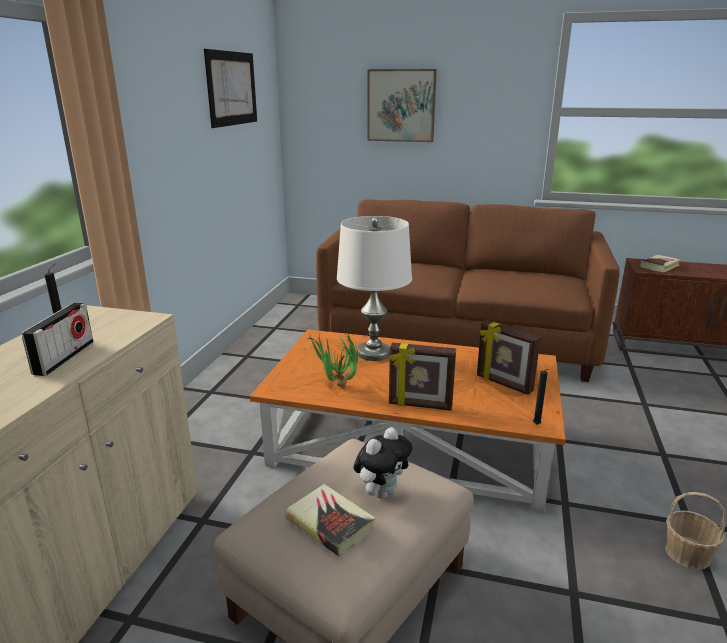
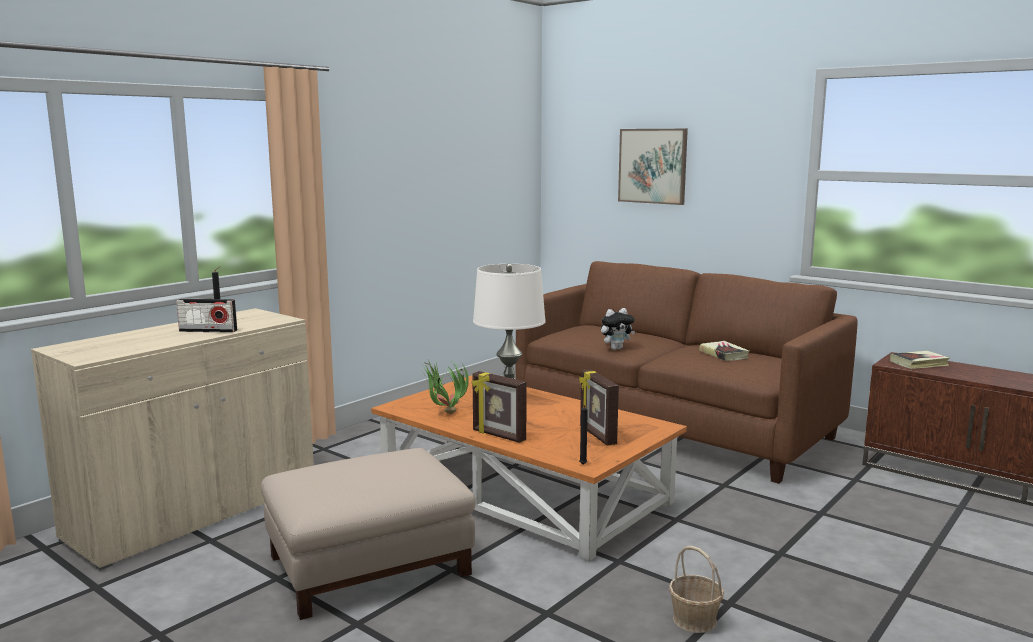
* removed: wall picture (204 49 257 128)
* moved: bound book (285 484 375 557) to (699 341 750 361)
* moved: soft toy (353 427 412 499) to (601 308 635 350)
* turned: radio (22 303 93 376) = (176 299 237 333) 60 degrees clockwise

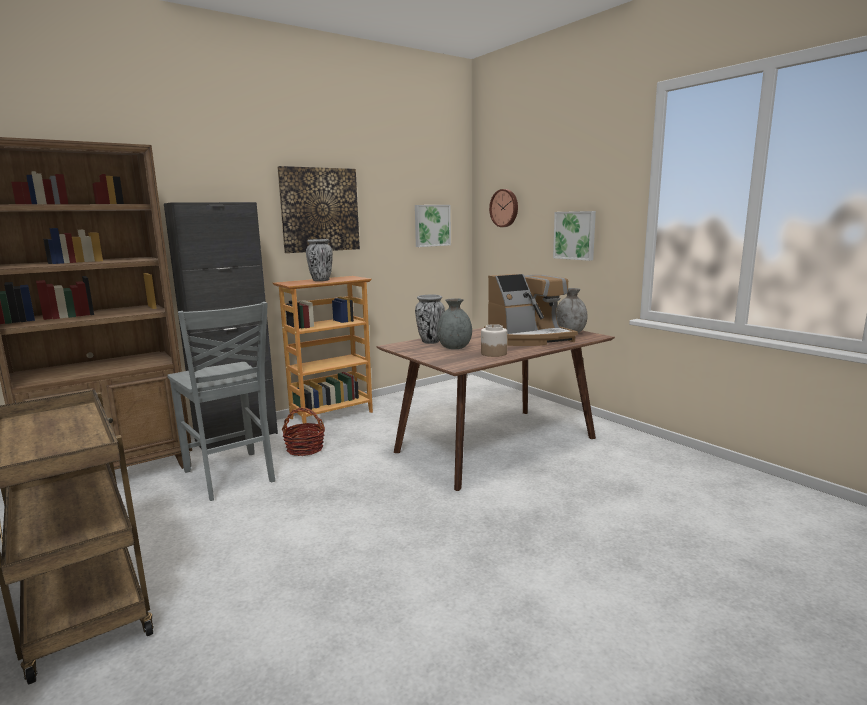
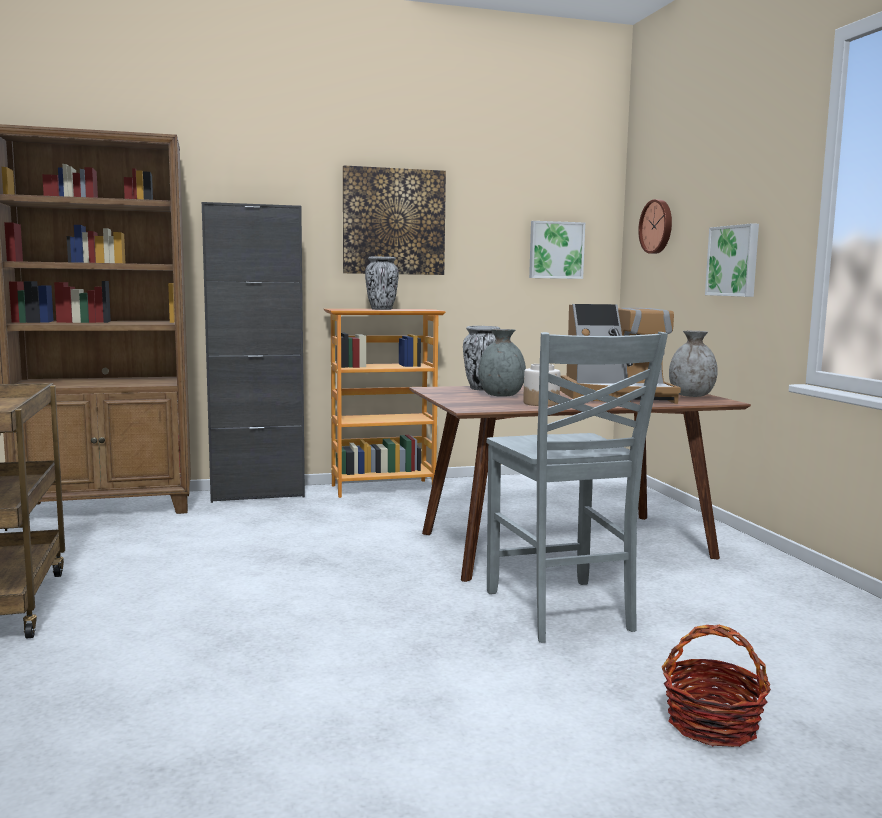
* moved: greyish upright chair (167 302 275 501) to (487 332 668 643)
* moved: household basket (282 407 325 456) to (662 625 771 747)

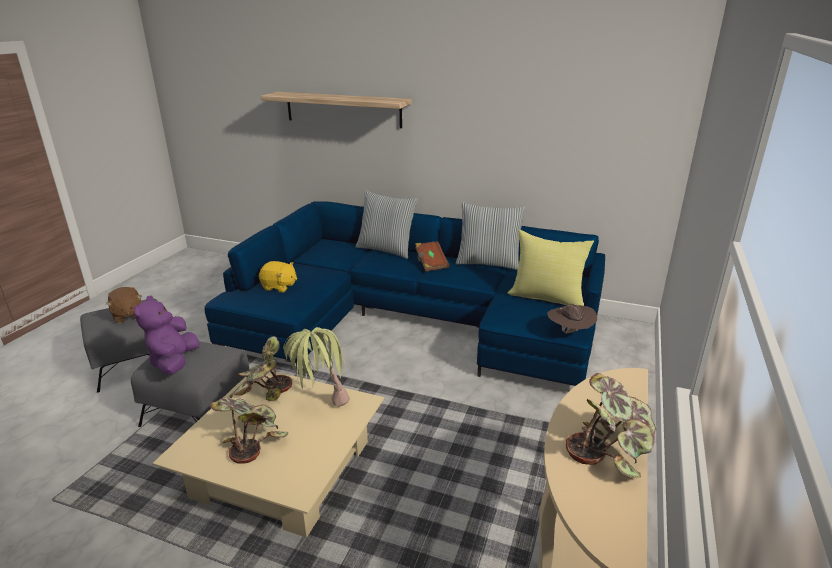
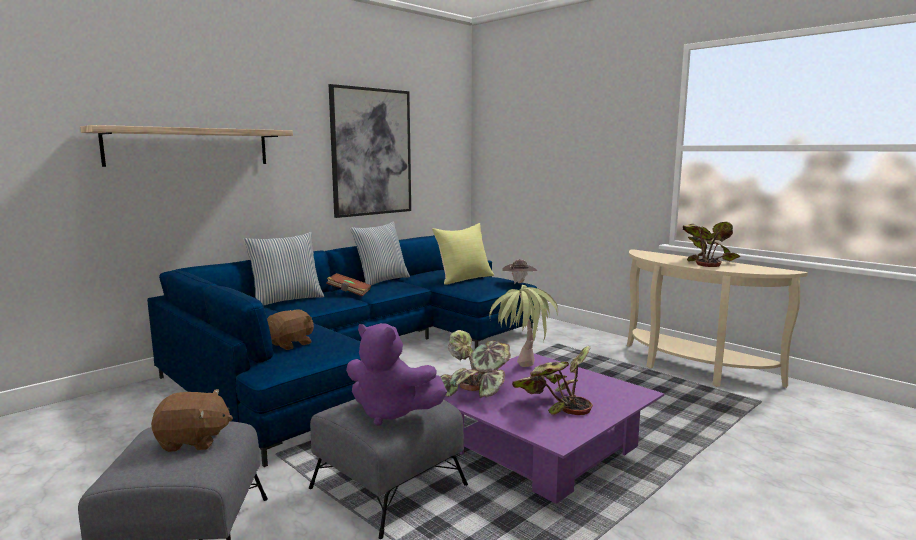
* added: wall picture (328 84 411 218)
* recoloured: beige-coloured lounge table (153 371 384 538) to purplish lounge table (444 353 664 504)
* recoloured: yellowish soft toy (259 261 297 293) to brown-coloured soft toy (267 310 314 350)

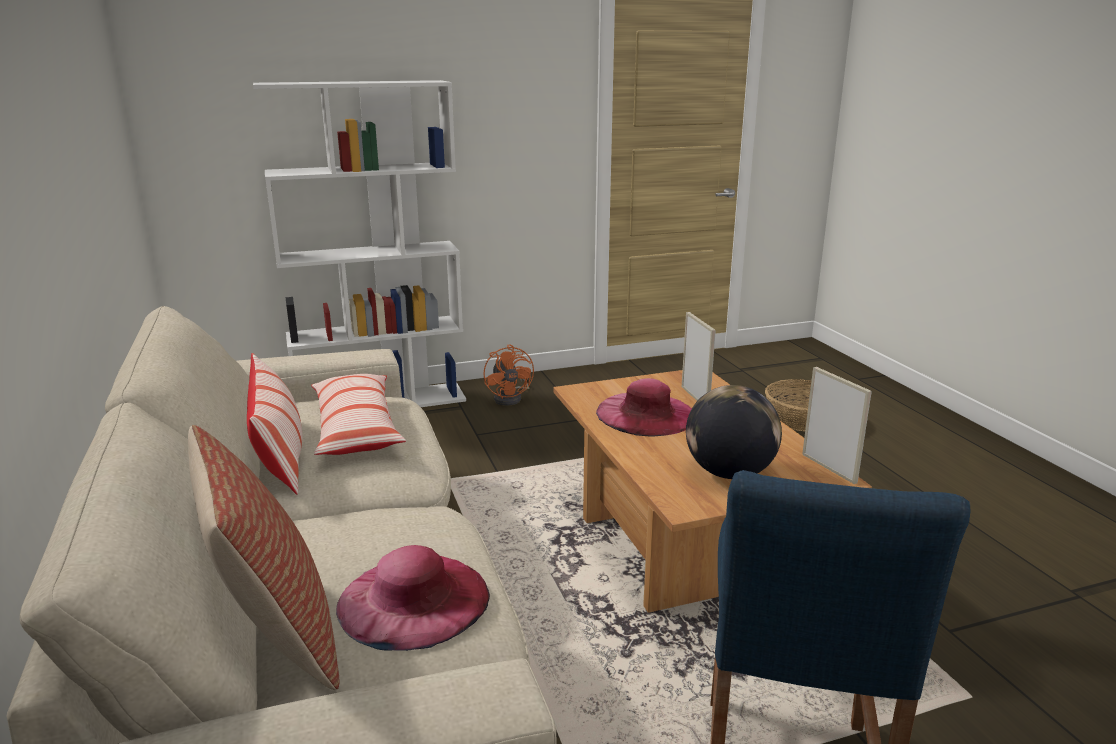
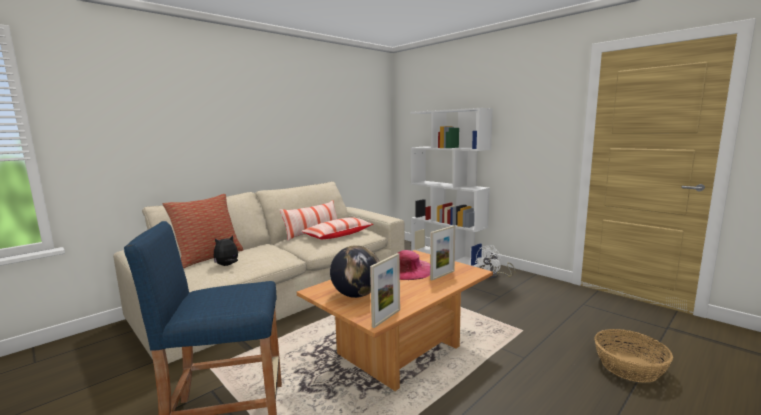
* replaced: pinkish hat (336 545 490 651) to soft toy (214 235 238 266)
* recoloured: orange cooling fan (483 344 534 406) to white-coloured cooling fan (475 245 515 279)

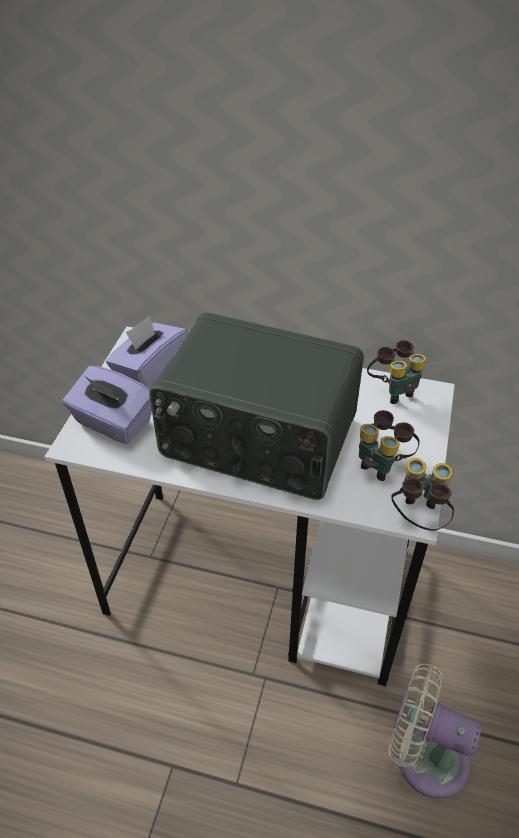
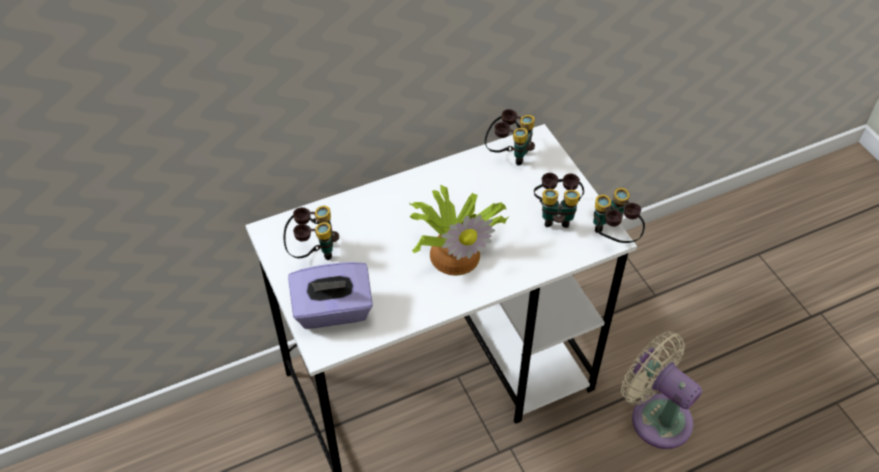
* replaced: purplish tissue holder (106 315 188 389) to binoculars (283 206 339 260)
* replaced: radio (149 312 364 500) to houseplant (409 185 509 276)
* turned: beige-coloured cooling fan (388 663 481 799) = (621 332 702 449) 60 degrees clockwise

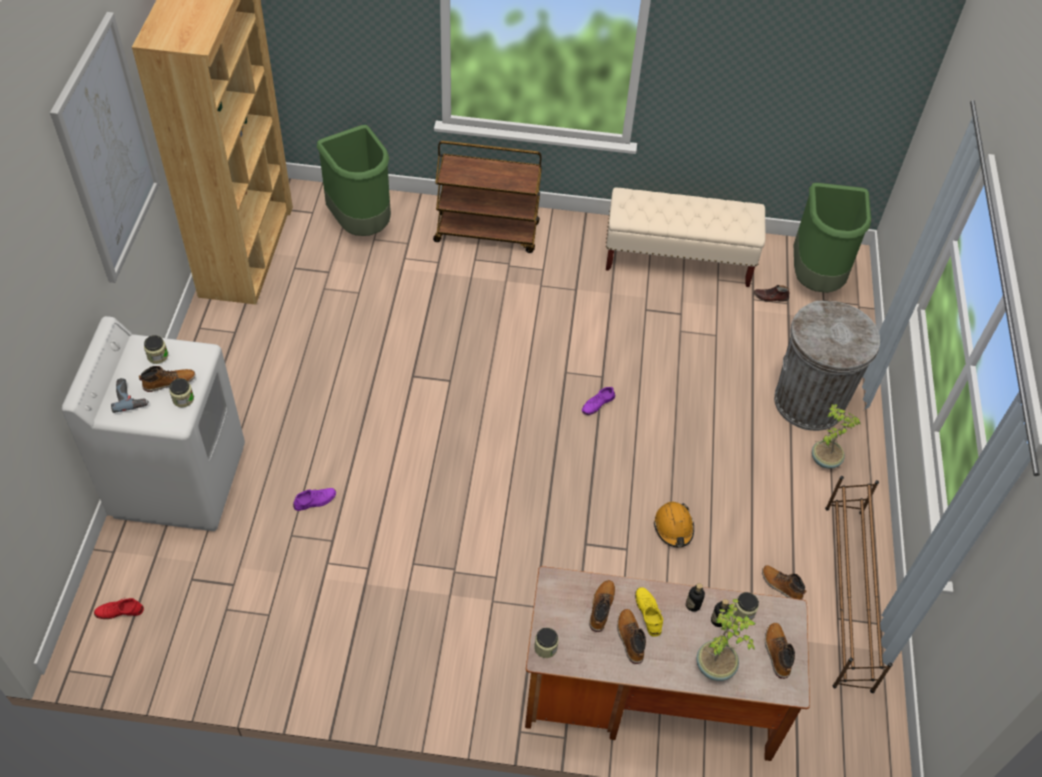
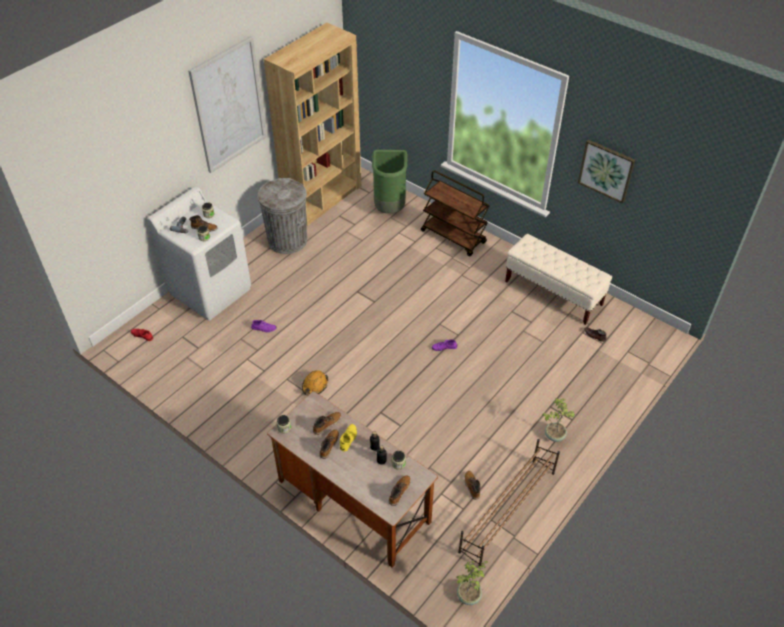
* removed: green-coloured trash can (794 183 871 293)
* added: wall picture (578 140 635 204)
* moved: orange hard hat (654 502 694 547) to (302 370 328 395)
* moved: houseplant (697 599 756 681) to (457 561 488 605)
* moved: greyish trash can (774 301 880 431) to (257 178 307 254)

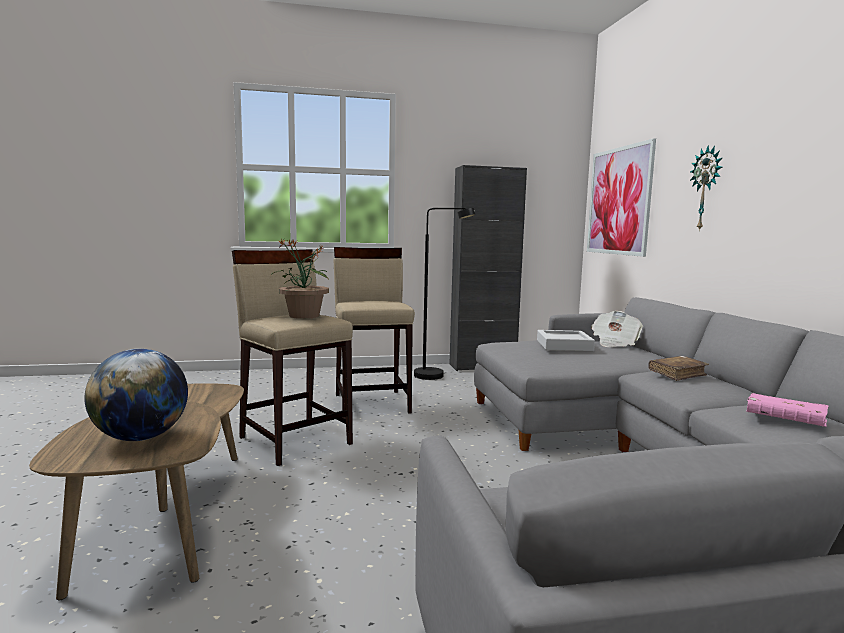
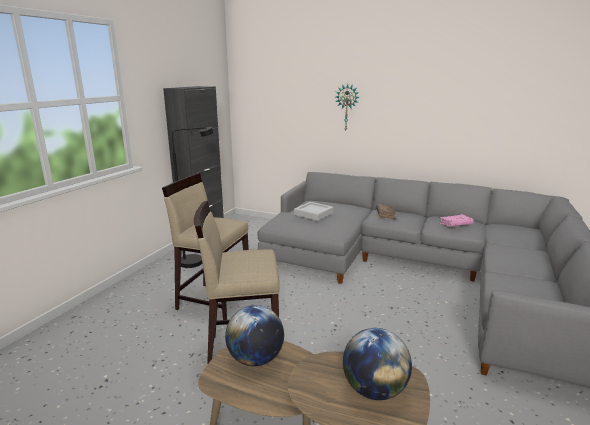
* removed: houseplant (271 238 329 319)
* removed: wall picture (587 138 656 257)
* removed: daily paper (591 311 643 347)
* added: world globe (225 305 284 366)

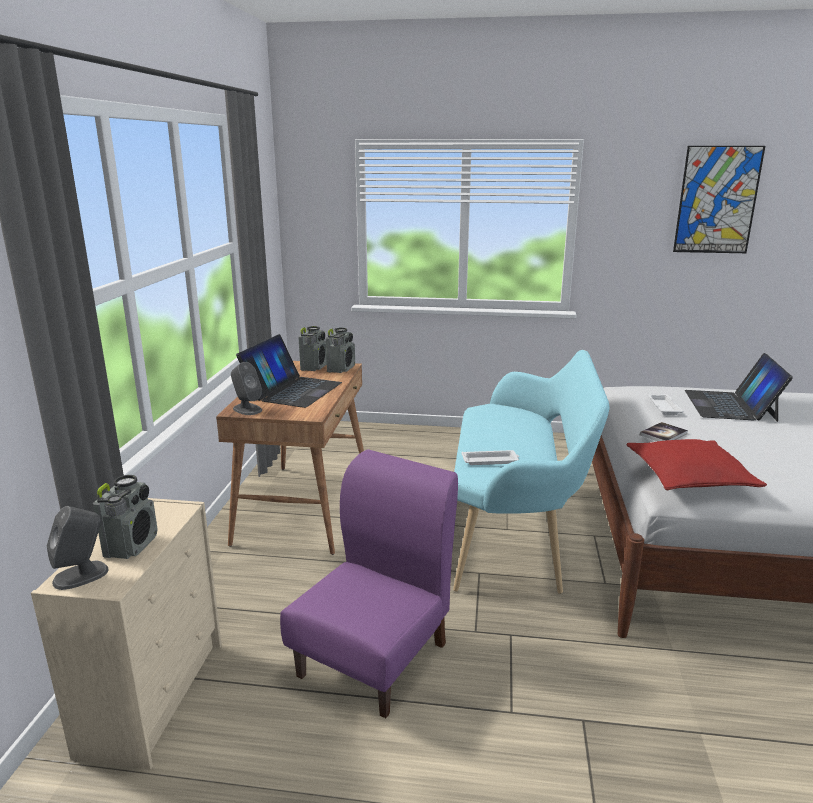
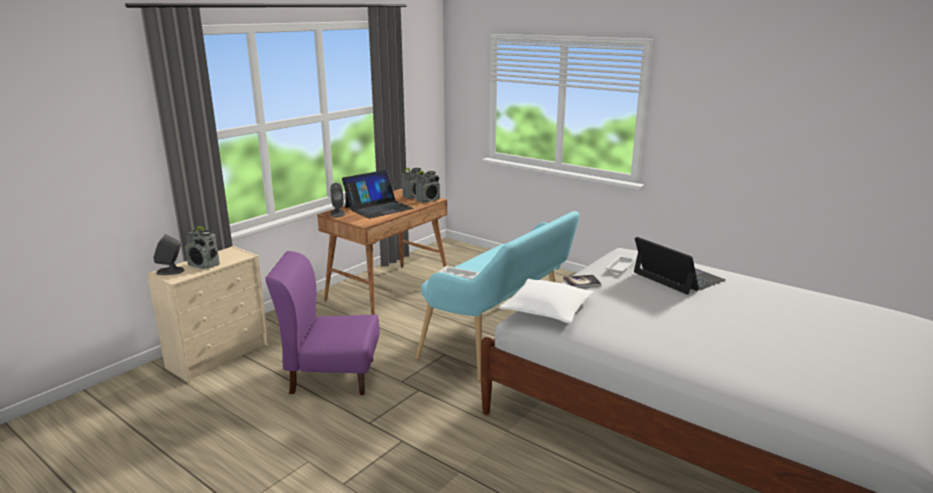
* removed: wall picture (673 146 765 253)
* recoloured: red cushion (626 439 767 490) to white-coloured cushion (499 279 594 323)
* turned: radio (93 475 158 559) = (185 226 220 269) 75 degrees clockwise
* turned: purplish upright chair (280 449 458 718) = (265 251 380 395) 150 degrees counterclockwise
* turned: notebook computer (685 353 793 422) = (634 237 725 295) 105 degrees clockwise

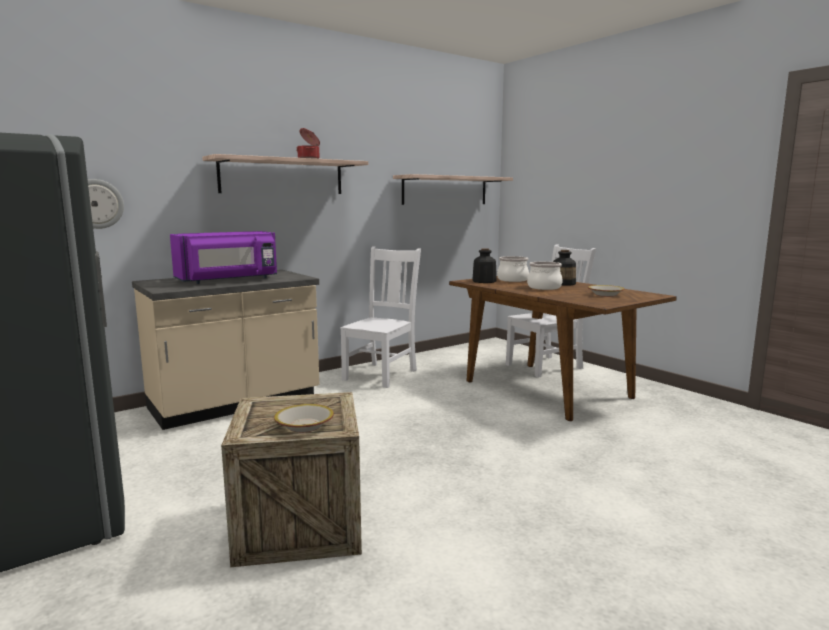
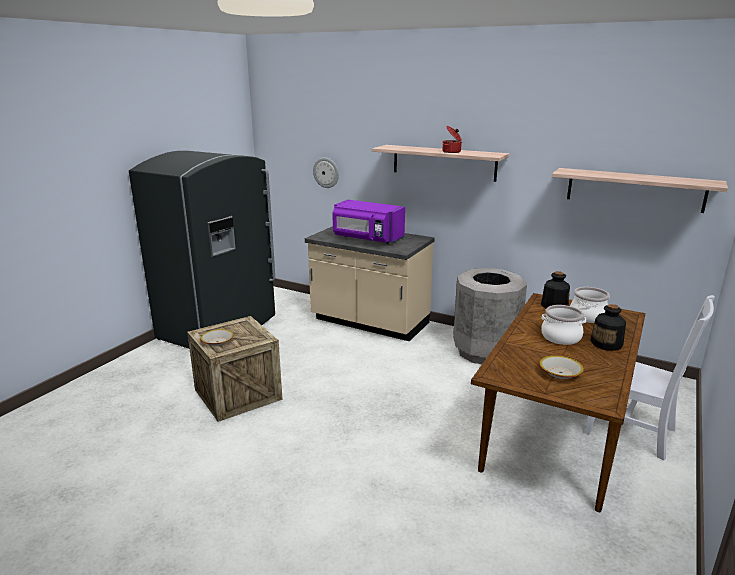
* replaced: white-coloured upright chair (340 246 421 388) to greyish trash can (453 268 527 364)

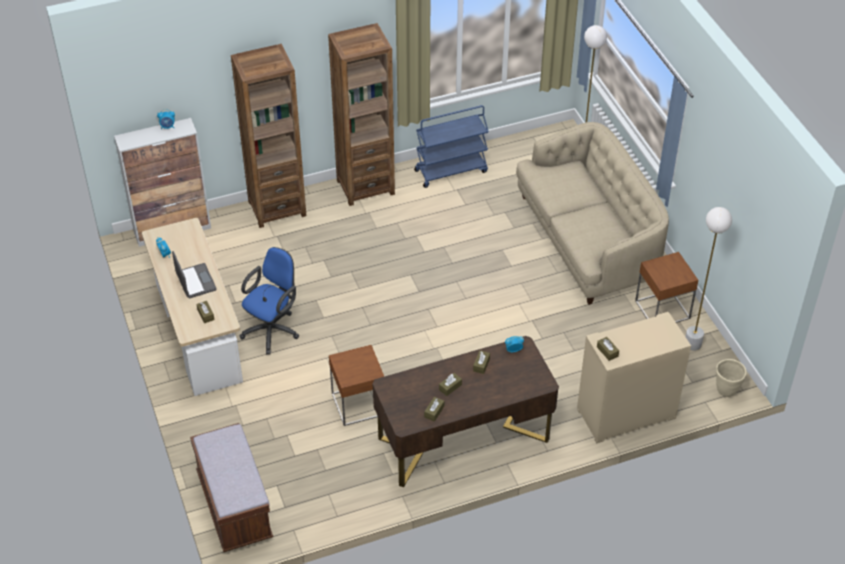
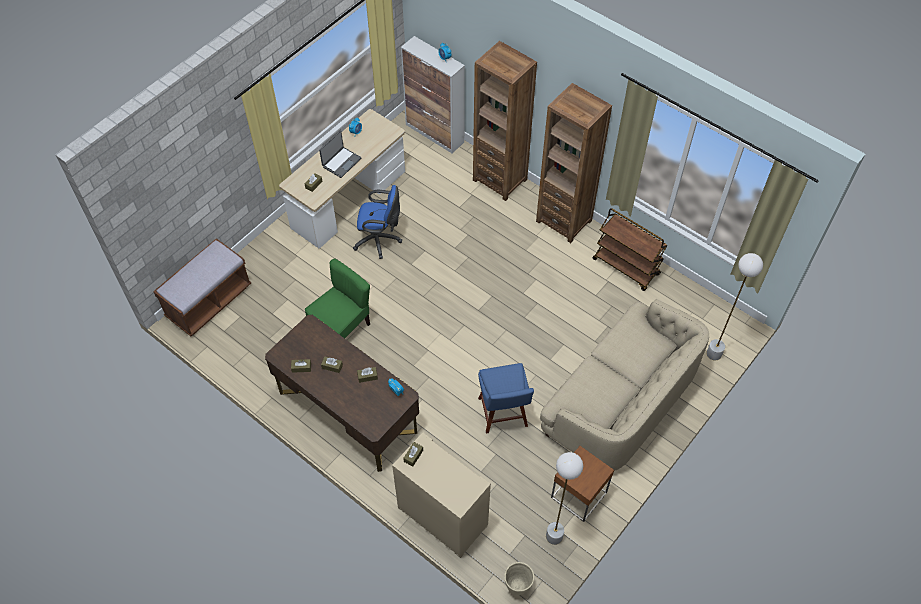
* added: bluish upright chair (478 363 534 434)
* replaced: brown-coloured accent table (329 345 384 426) to green-coloured upright chair (305 258 370 338)
* recoloured: bluish cart (414 105 489 188) to brown-coloured cart (592 208 668 291)

